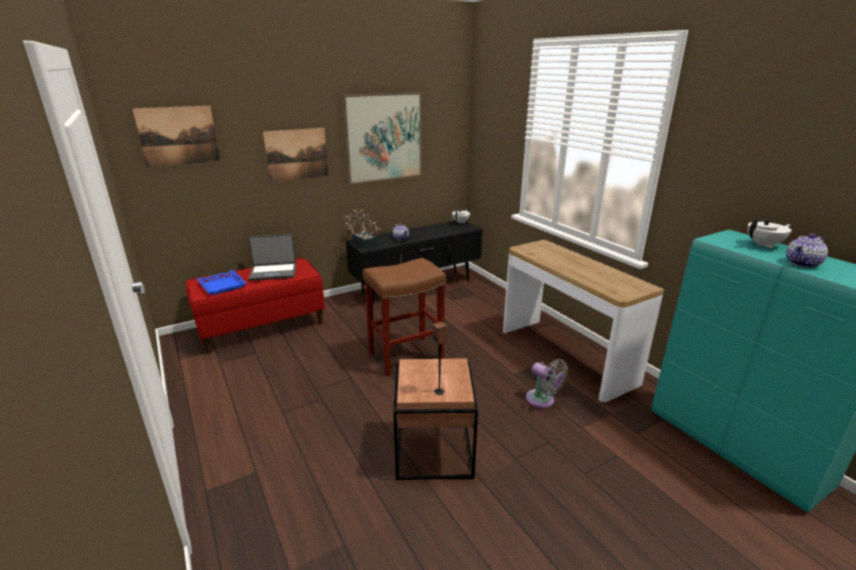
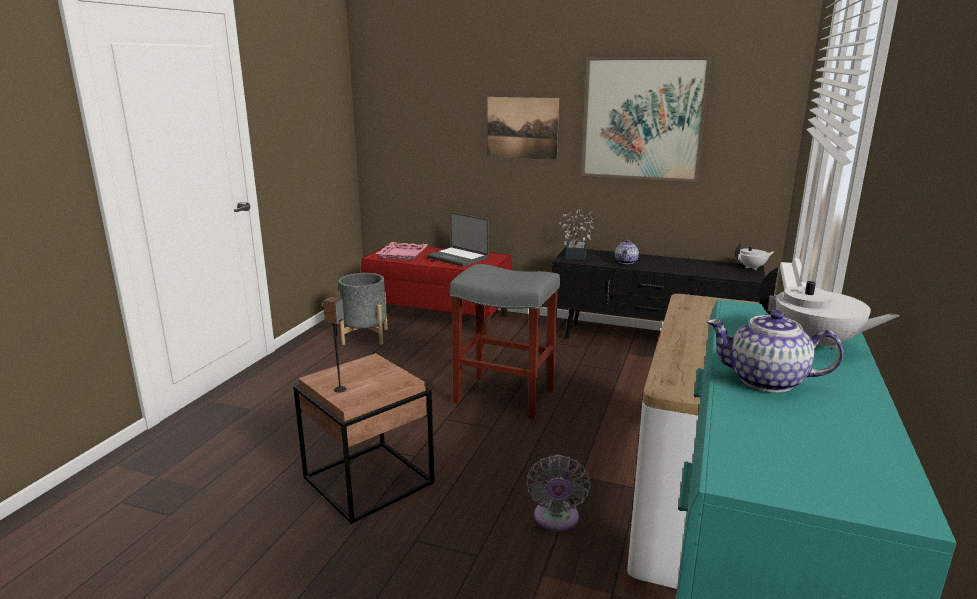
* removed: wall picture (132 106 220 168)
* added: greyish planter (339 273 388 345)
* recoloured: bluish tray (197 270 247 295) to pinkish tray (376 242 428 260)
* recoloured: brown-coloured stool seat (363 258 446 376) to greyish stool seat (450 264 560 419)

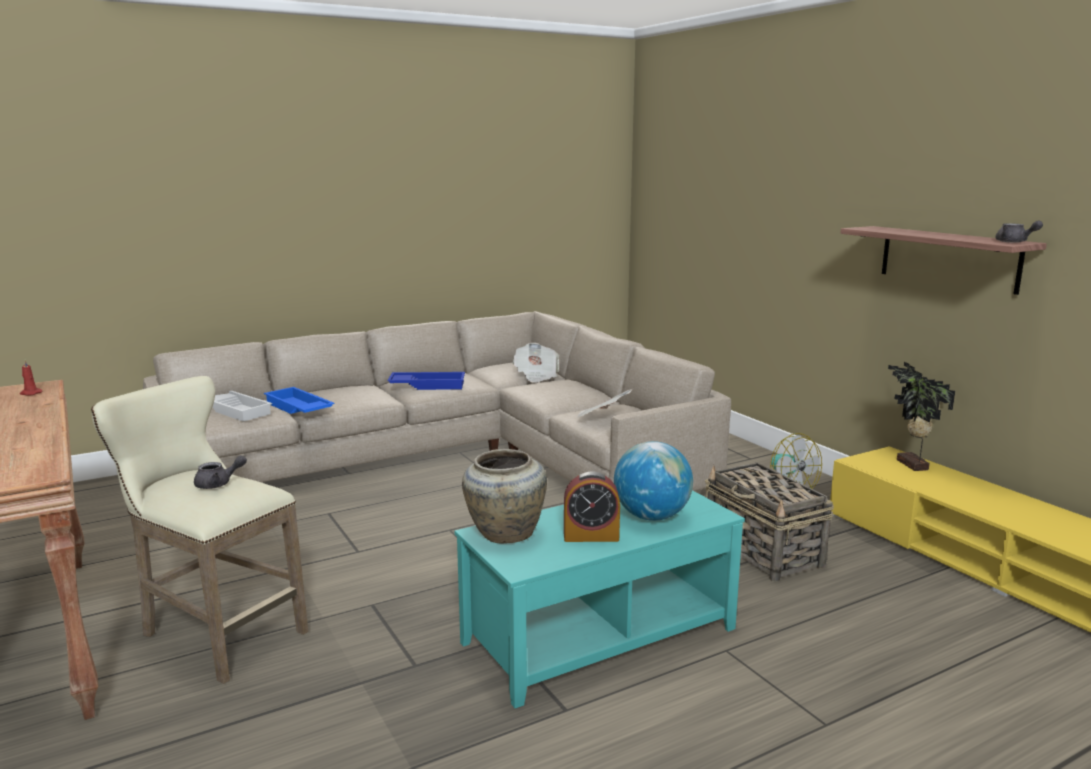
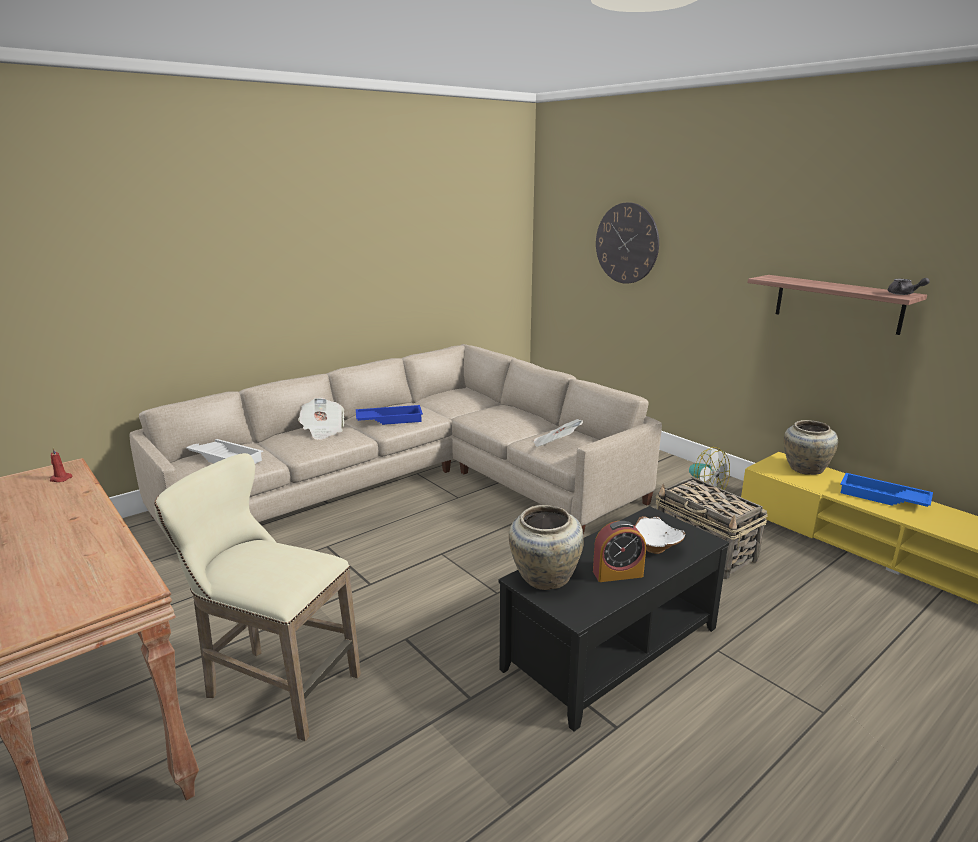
* removed: greyish tea pot (194 455 247 489)
* added: clock on the wall (596 202 659 284)
* moved: bluish tray (264 387 335 414) to (840 473 933 507)
* moved: daily paper (513 343 559 383) to (298 397 344 440)
* replaced: world globe (614 441 693 521) to white-coloured bowl (635 516 686 554)
* replaced: houseplant (888 362 955 471) to beige-coloured decorative vase (784 420 838 475)
* recoloured: blue-green lounge table (454 490 745 708) to black-coloured lounge table (498 506 729 731)

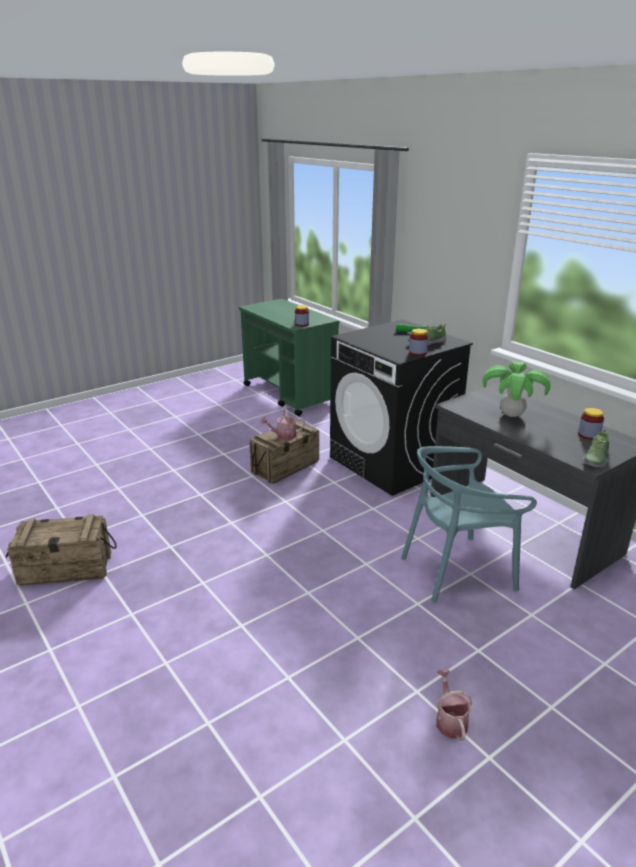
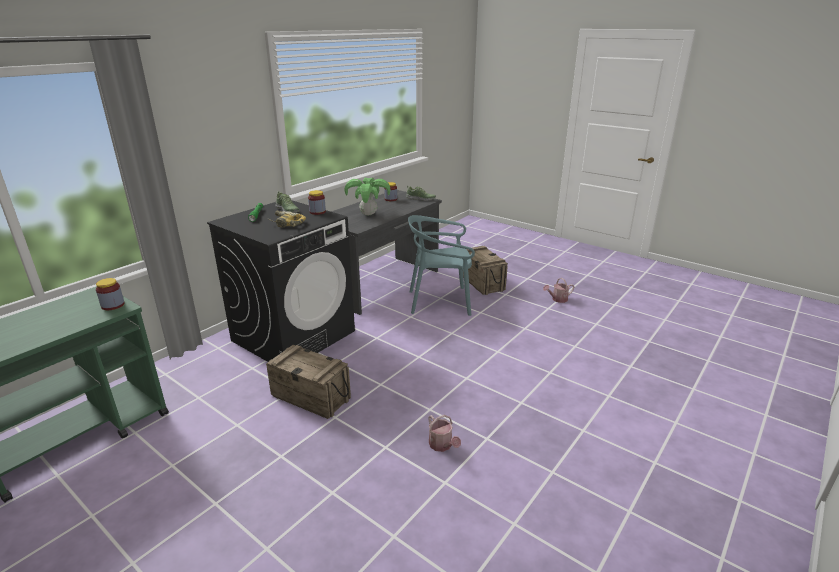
* added: drill (269 211 306 227)
* moved: crate (6 514 117 586) to (463 246 508 295)
* moved: watering pot (260 409 305 440) to (428 415 461 452)
* turned: blue-green upright chair (401 446 537 603) = (408 215 475 316) 120 degrees clockwise

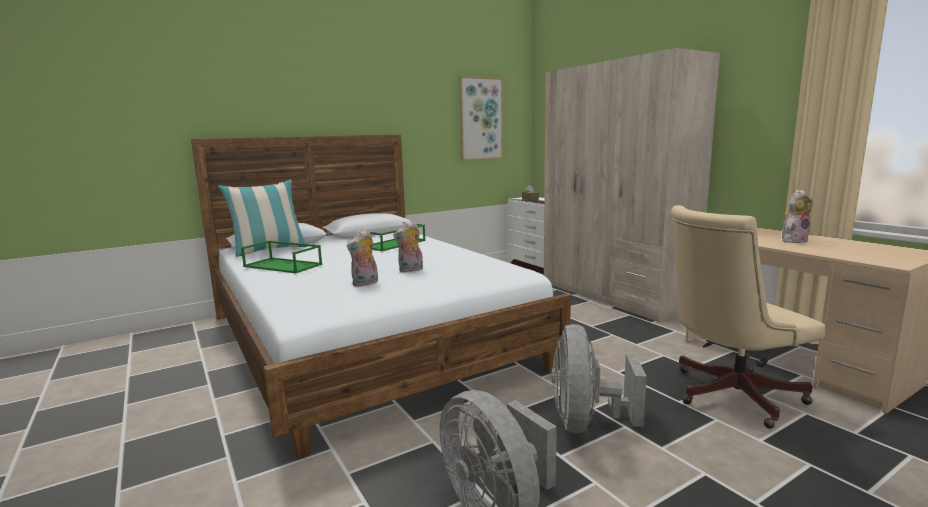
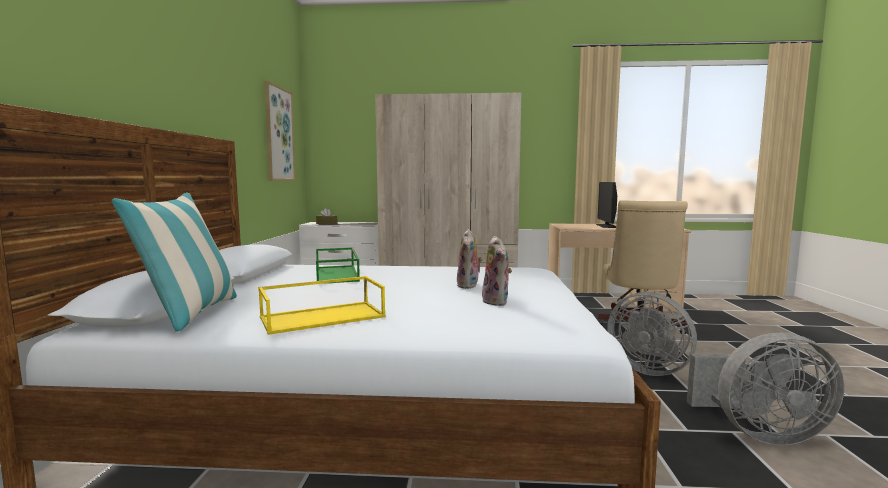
* replaced: soft toy (782 190 812 243) to monitor (596 182 617 228)
* recoloured: green-coloured tray (241 241 322 273) to yellowish tray (258 276 386 335)

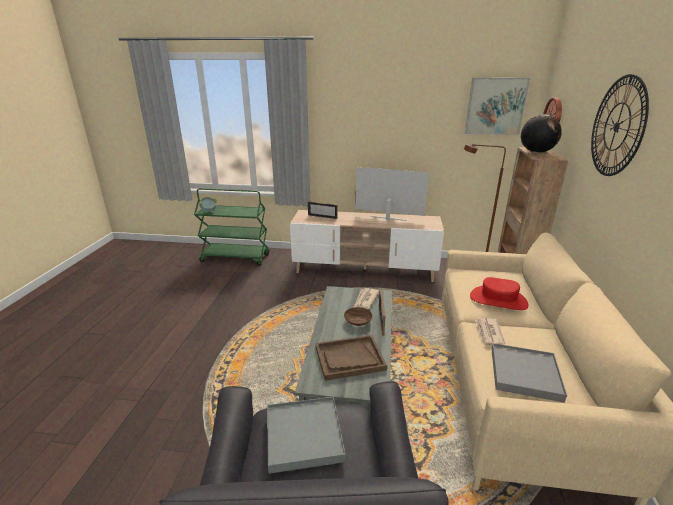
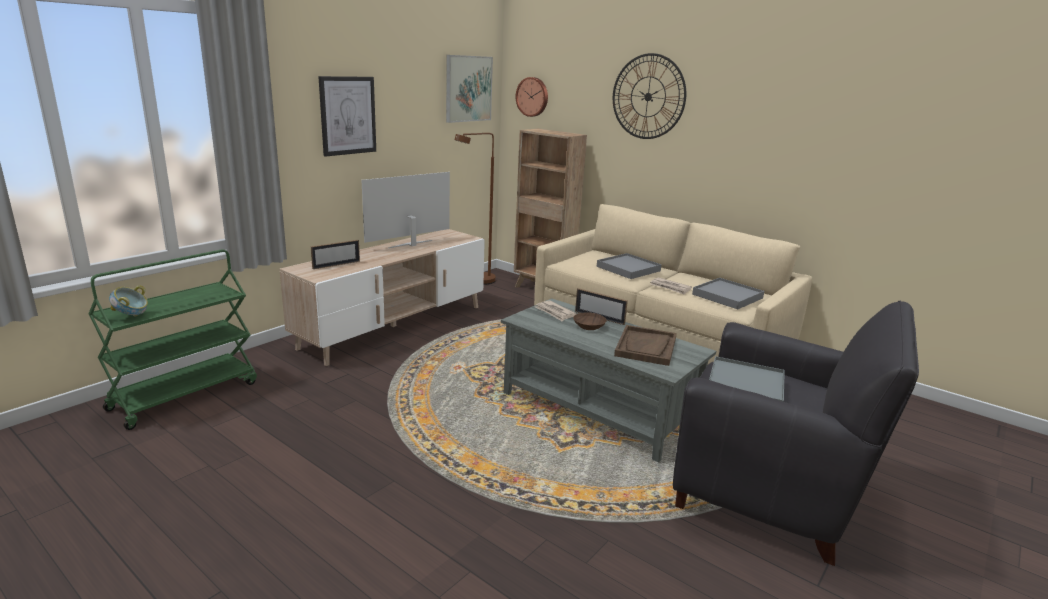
* removed: world globe (521 114 562 153)
* added: wall picture (318 76 376 157)
* replaced: red hat (470 277 529 310) to greyish tray (597 253 662 279)

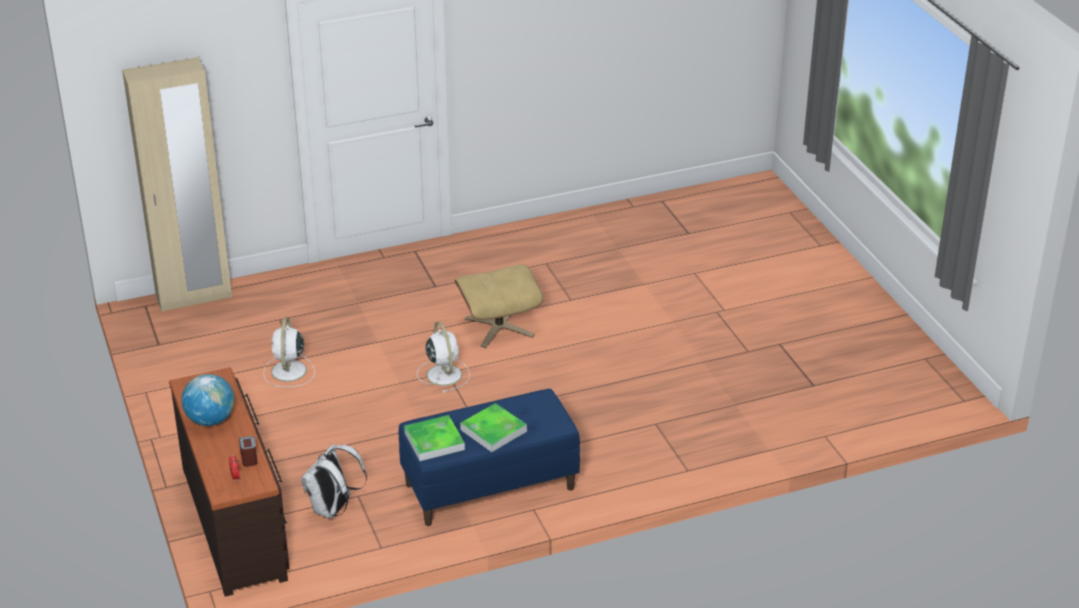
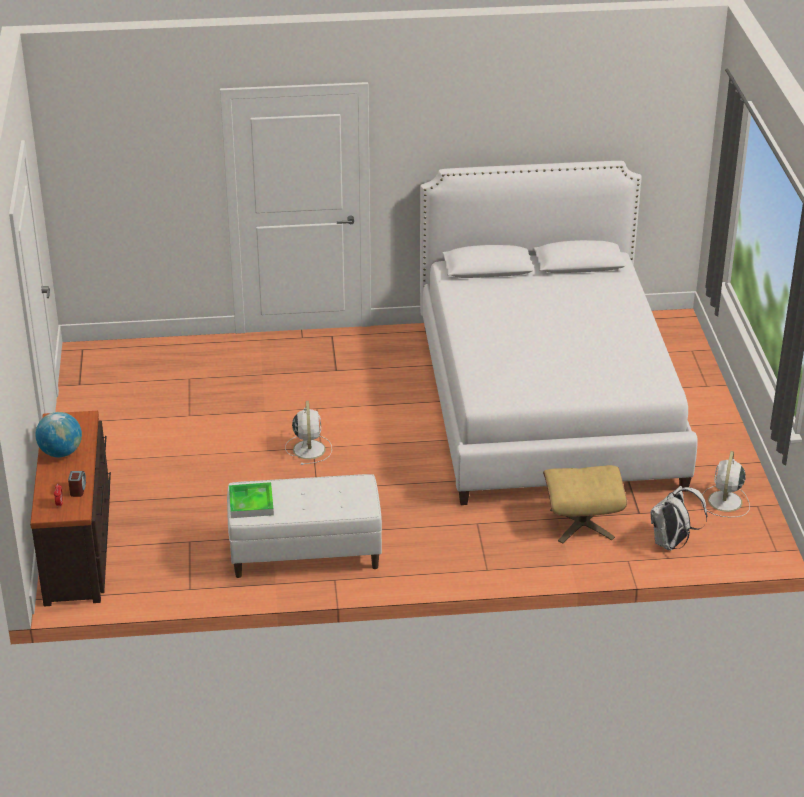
* removed: beige-coloured wardrobe (122 57 232 312)
* removed: tray (460 403 527 452)
* added: white-coloured bedroom bed (420 161 698 505)
* moved: white-coloured cooling fan (263 318 315 387) to (701 451 750 517)
* moved: white-coloured rucksack (301 444 367 518) to (651 486 707 551)
* moved: beige-coloured footrest (455 264 544 348) to (543 465 627 543)
* recoloured: bluish indoor bench (398 389 580 526) to white-coloured indoor bench (227 474 382 578)

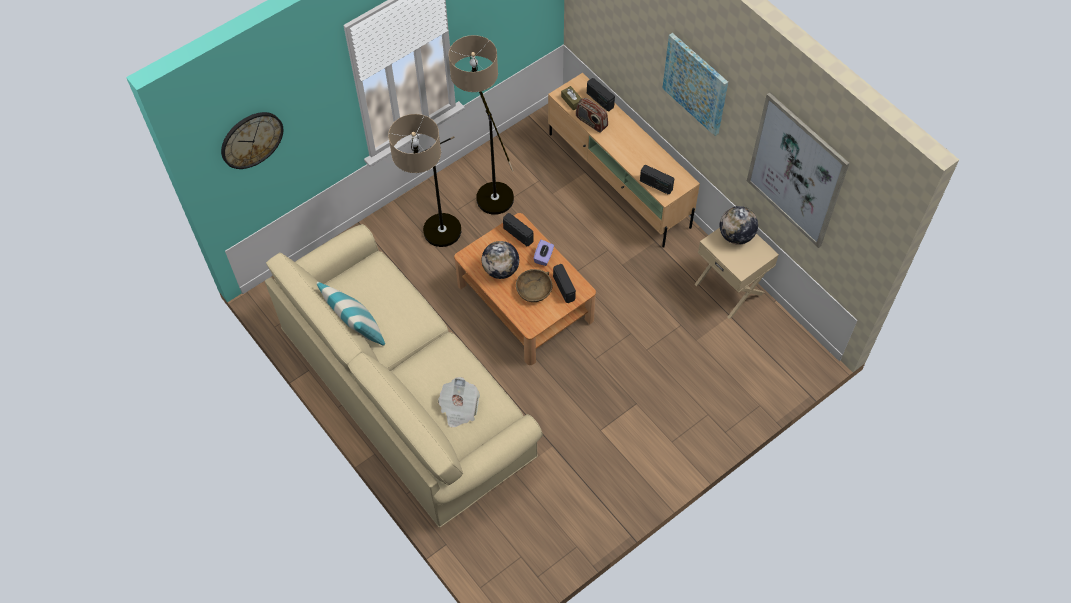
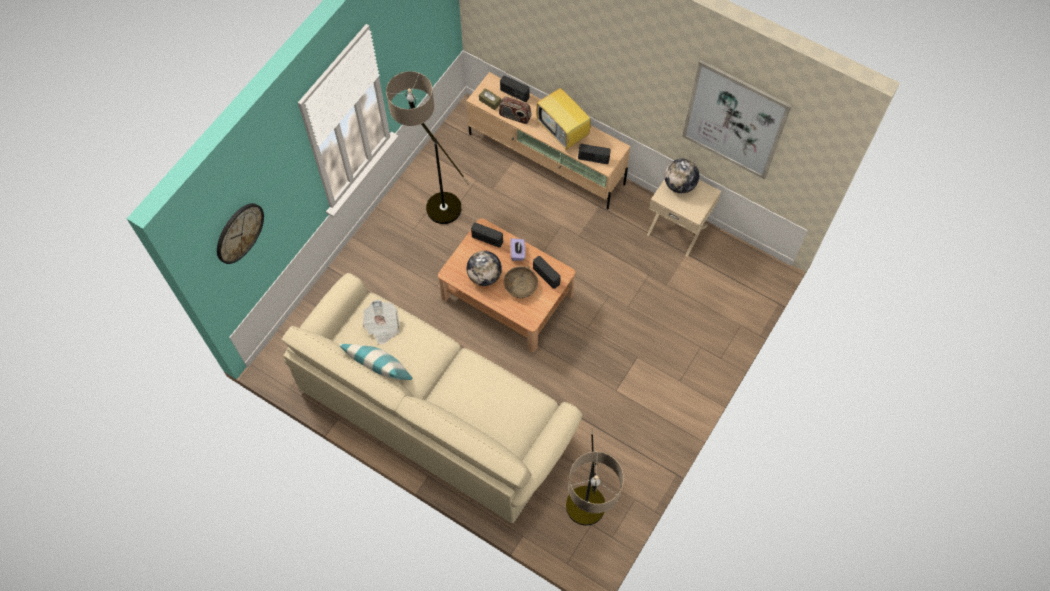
* removed: wall picture (662 33 728 136)
* added: television (536 87 591 150)
* moved: standing lamp (388 114 461 247) to (566 428 624 526)
* moved: daily paper (438 377 480 428) to (363 299 400 345)

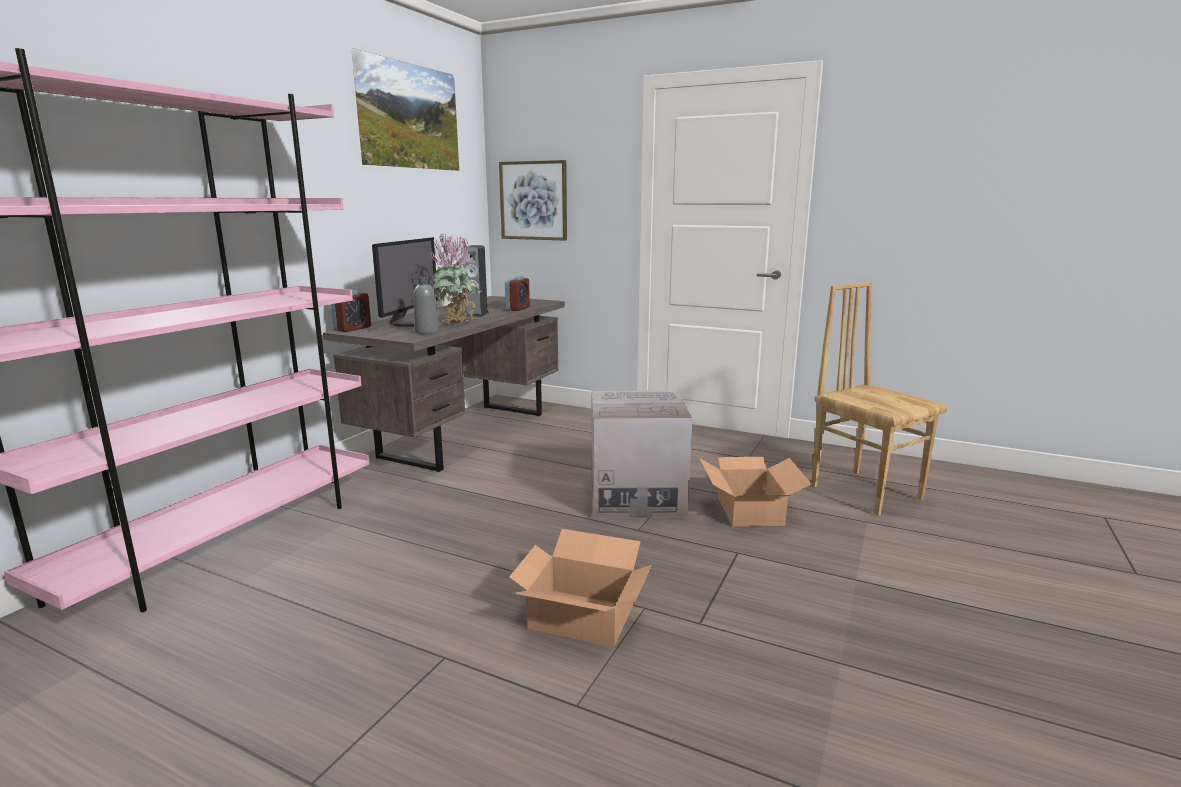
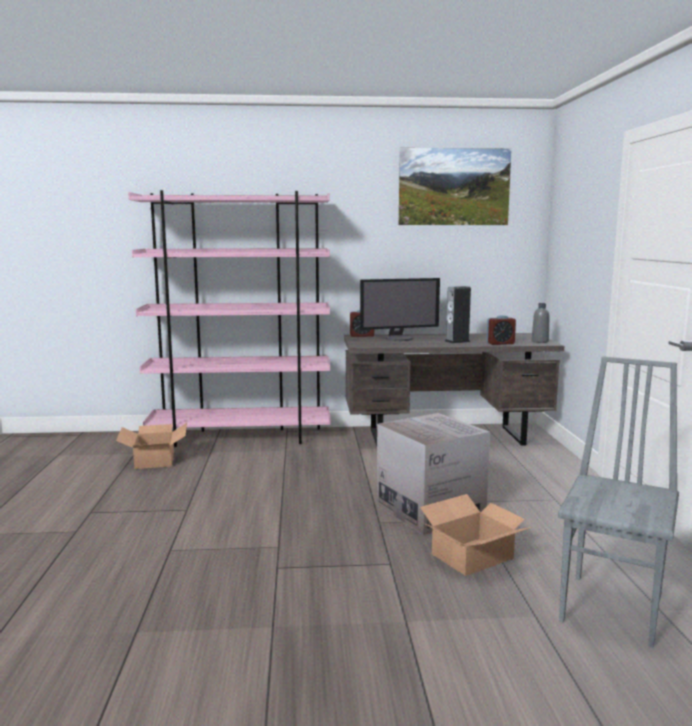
* removed: houseplant (430 233 482 324)
* removed: wall picture (499 160 567 241)
* moved: greyish drink bottle (413 277 439 334) to (532 303 550 343)
* moved: cardboard box (509 529 652 647) to (116 423 187 469)
* recoloured: brown-coloured upright chair (811 282 948 516) to greyish upright chair (558 356 679 647)

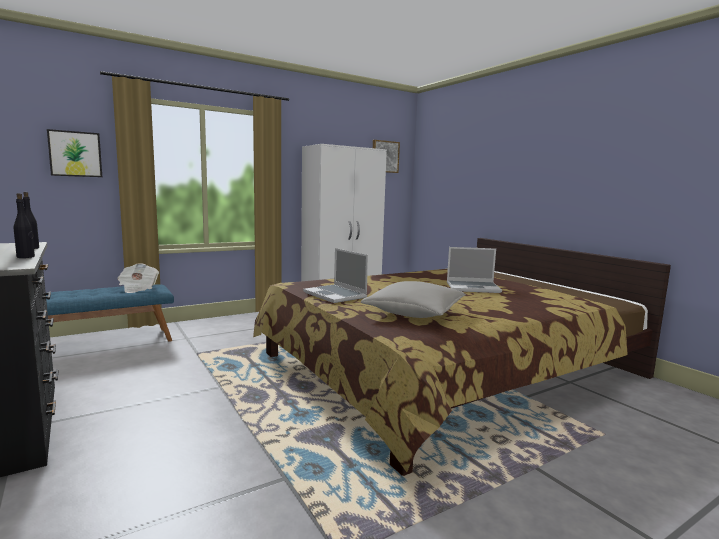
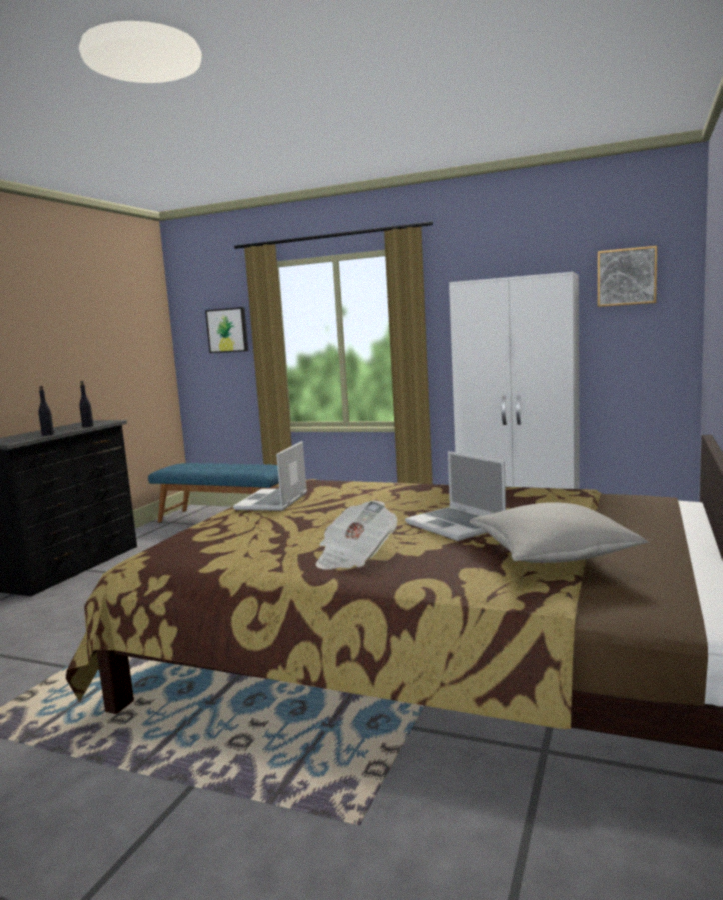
* moved: daily paper (117 263 159 293) to (316 500 397 569)
* moved: greyish cushion (361 281 466 318) to (470 502 649 563)

